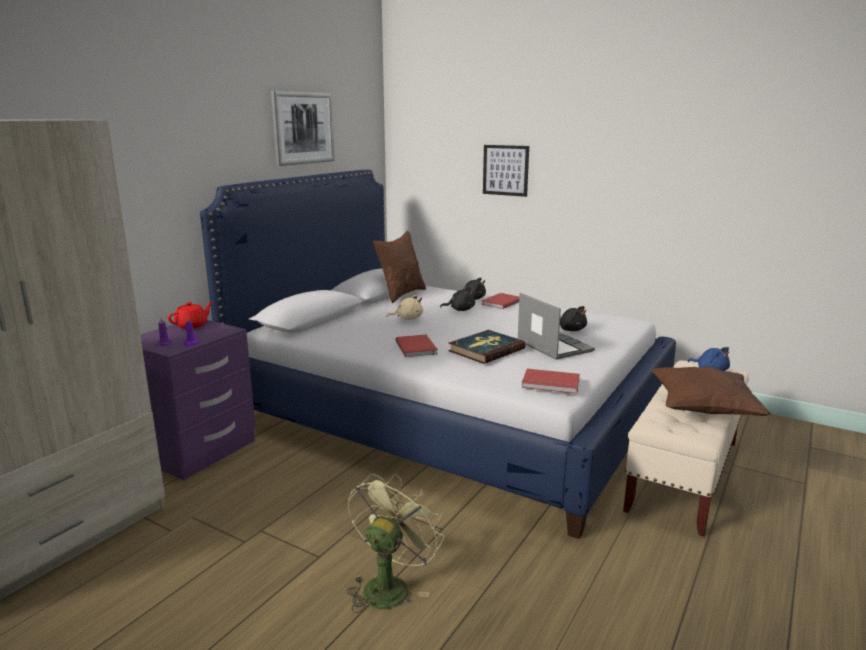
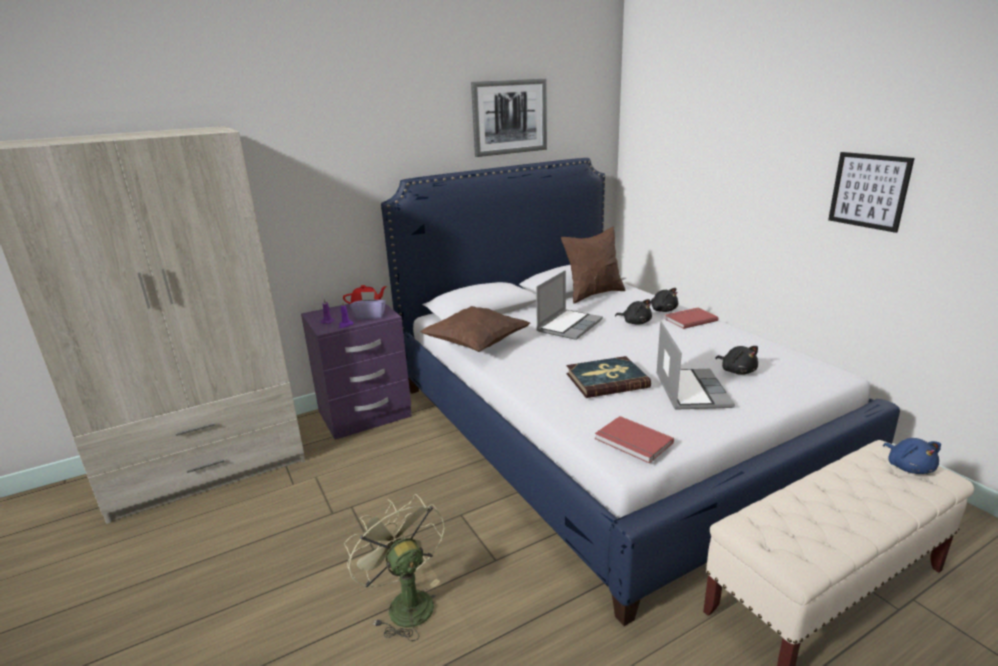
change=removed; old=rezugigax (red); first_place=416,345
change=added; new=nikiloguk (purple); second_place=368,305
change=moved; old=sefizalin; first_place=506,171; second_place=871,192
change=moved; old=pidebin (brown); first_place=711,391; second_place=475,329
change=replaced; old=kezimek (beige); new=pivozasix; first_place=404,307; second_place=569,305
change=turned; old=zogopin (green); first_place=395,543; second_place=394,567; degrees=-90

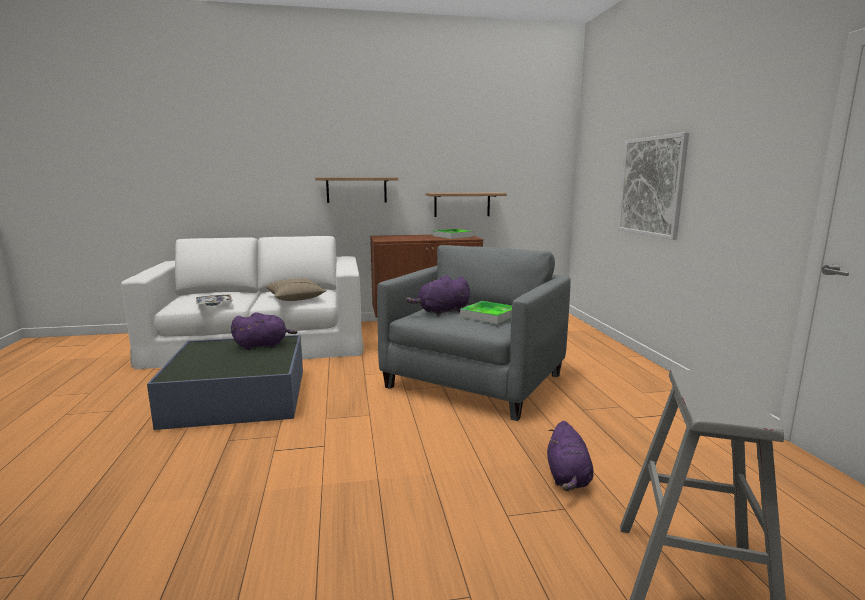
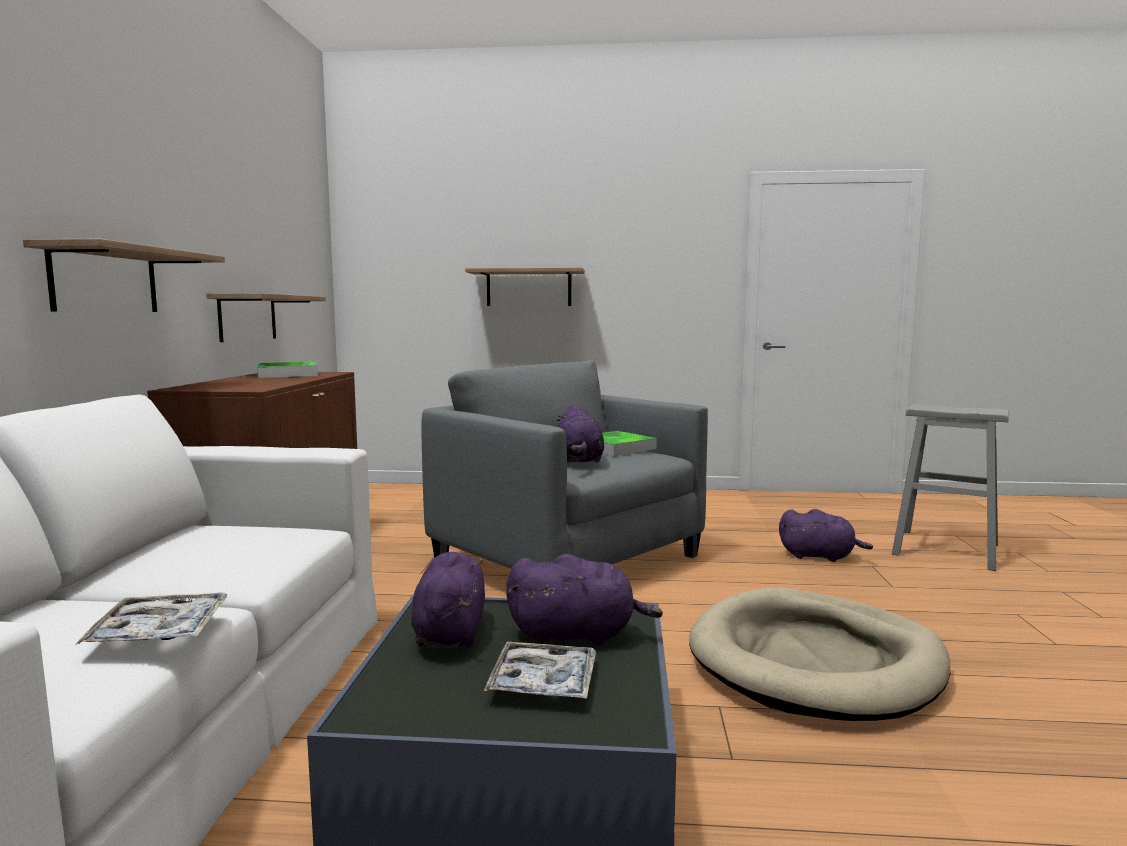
change=removed; old=pidebin (beige); first_place=295,289
change=added; new=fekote; second_place=540,670
change=added; new=kezimek (purple); second_place=584,599
change=added; new=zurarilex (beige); second_place=819,654
change=replaced; old=sefizalin; new=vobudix; first_place=653,186; second_place=525,286

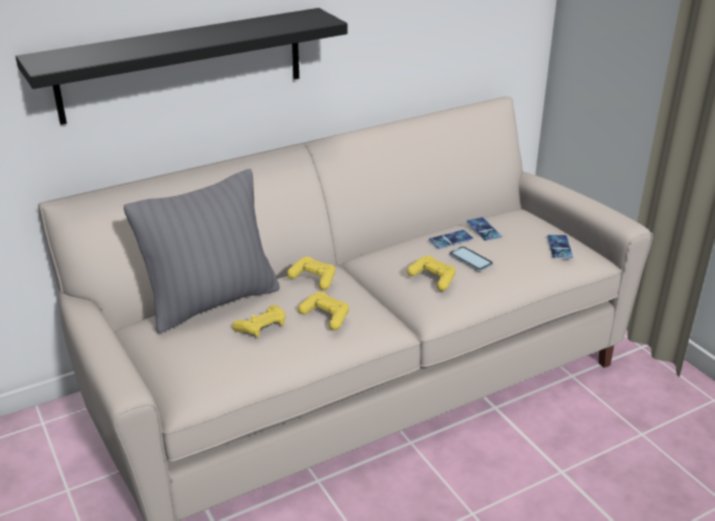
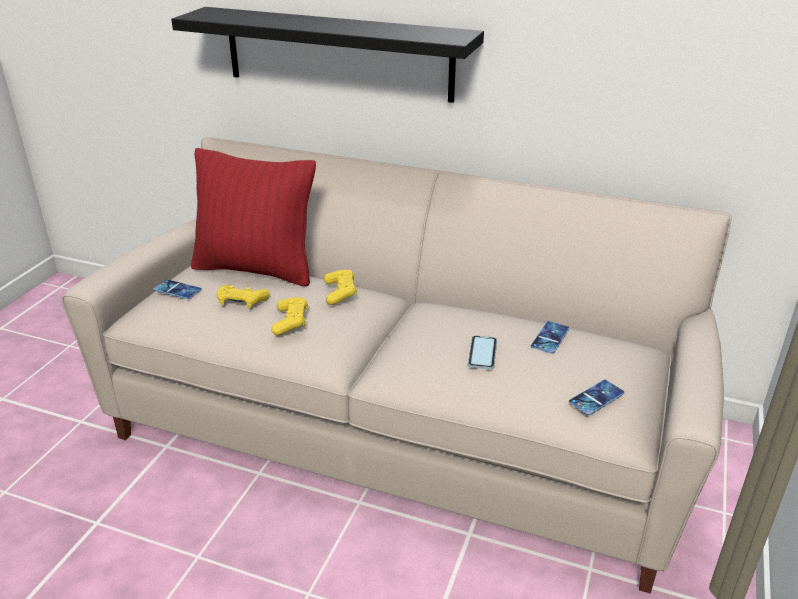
change=removed; old=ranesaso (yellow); first_place=431,273
change=moved; old=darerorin; first_place=451,239; second_place=177,289
change=recoloured; old=pidebin (grey); new=pidebin (red); first_place=202,251; second_place=253,217

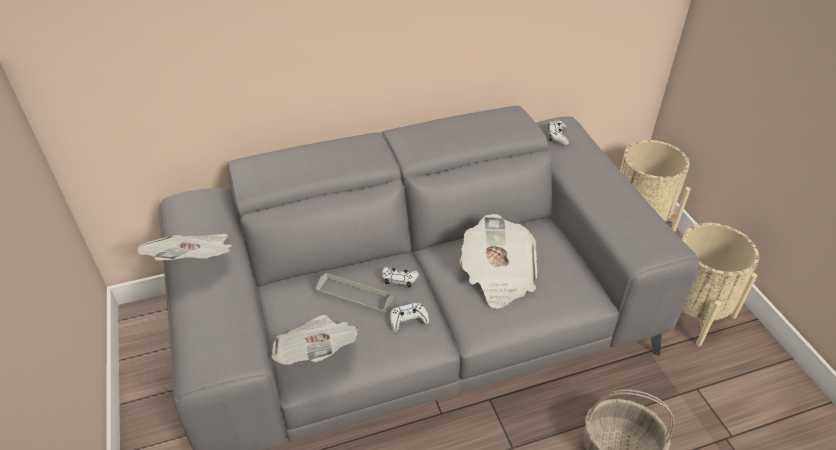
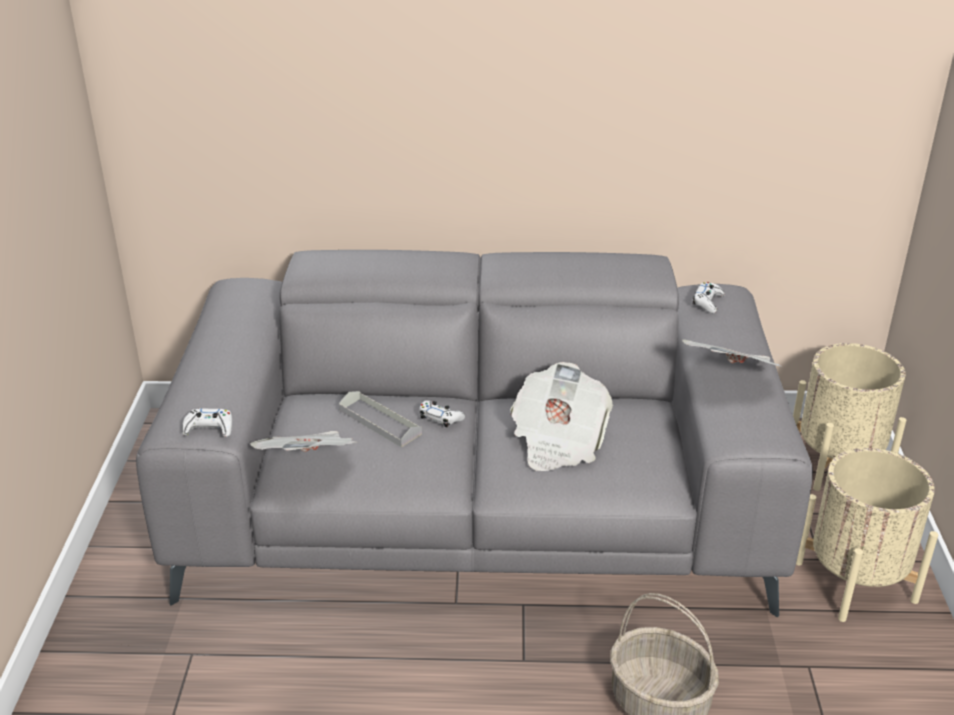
change=moved; old=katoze; first_place=184,246; second_place=733,353
change=moved; old=ranesaso (white); first_place=409,317; second_place=207,422

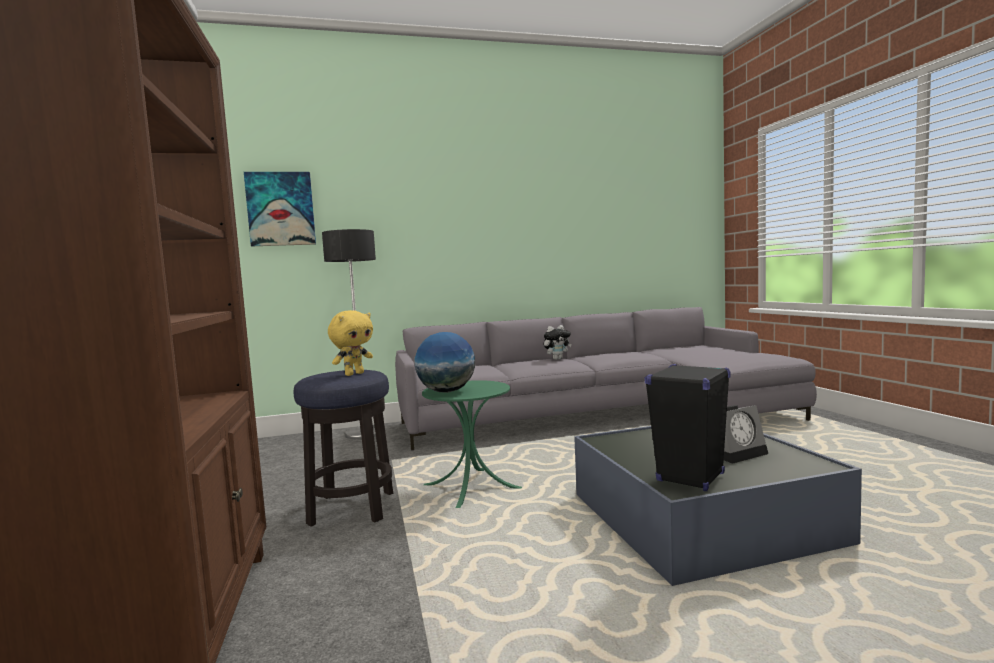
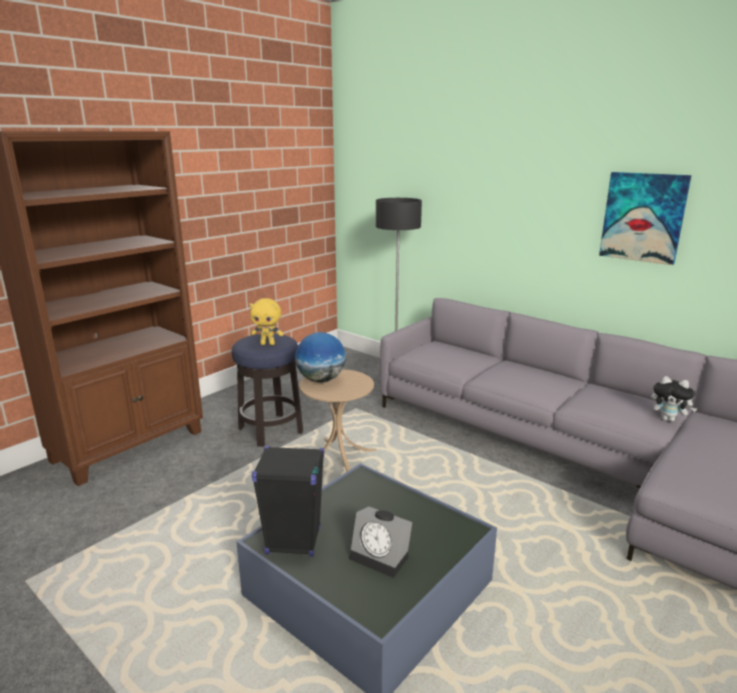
change=moved; old=sefizalin; first_place=280,209; second_place=645,218
change=moved; old=kezimek; first_place=557,342; second_place=674,399
change=recoloured; old=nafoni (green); new=nafoni (beige); first_place=472,444; second_place=338,420

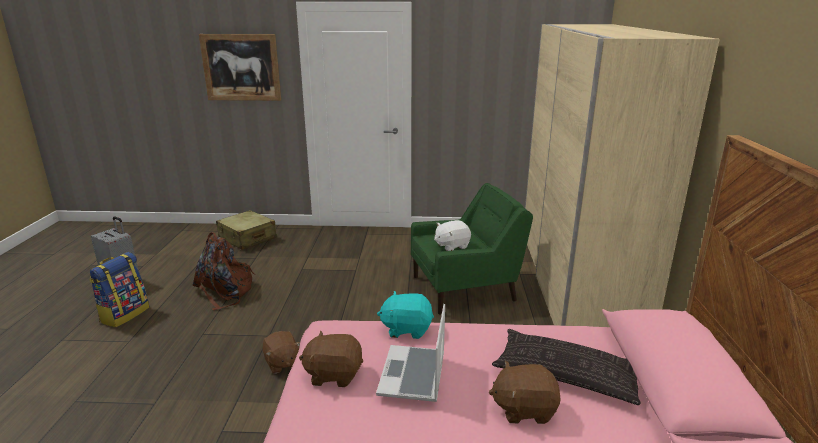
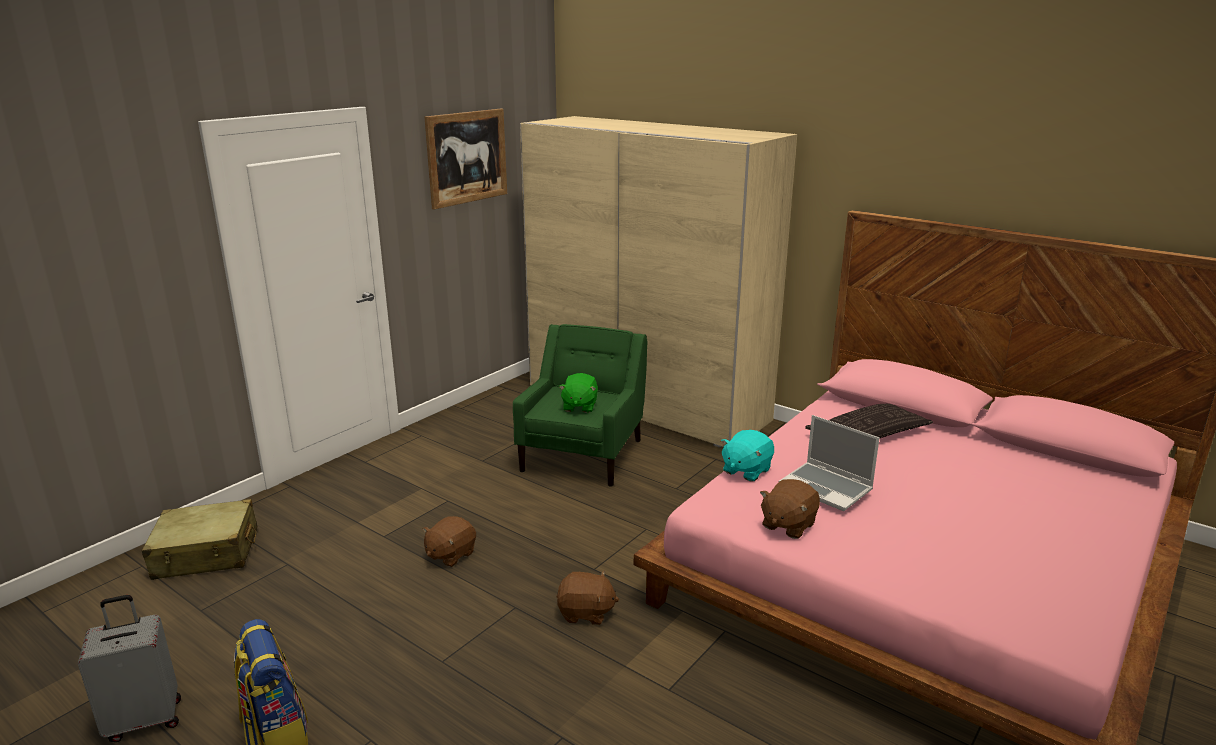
change=removed; old=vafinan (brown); first_place=224,271
change=moved; old=sefizalin; first_place=240,67; second_place=465,159
change=moved; old=kezimek (brown); first_place=524,392; second_place=449,541
change=recoloured; old=kezimek (white); new=kezimek (green); first_place=452,235; second_place=578,393

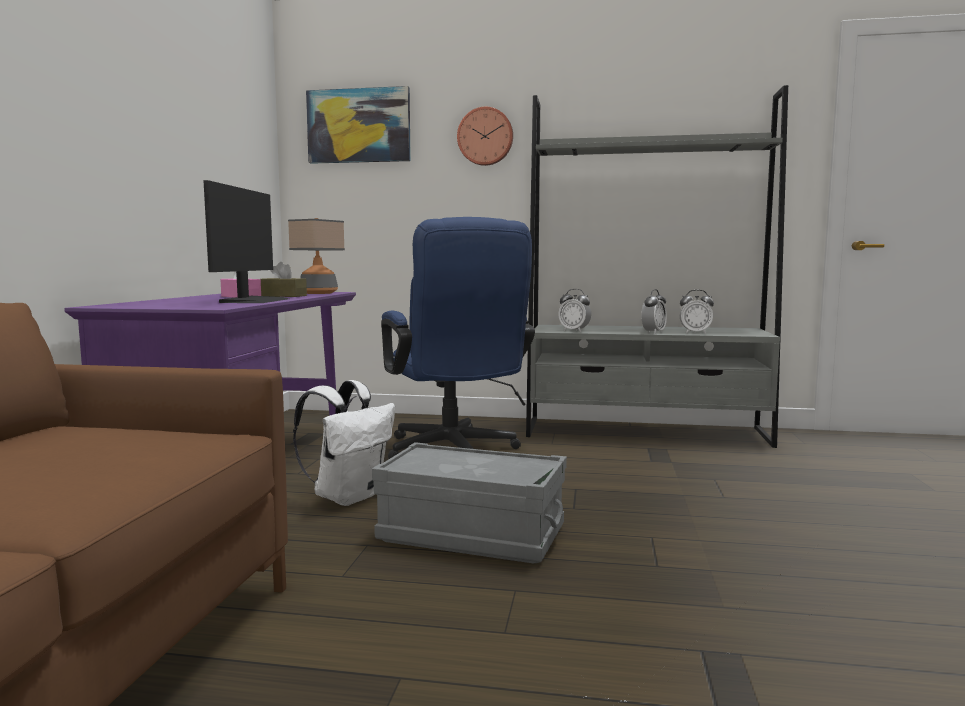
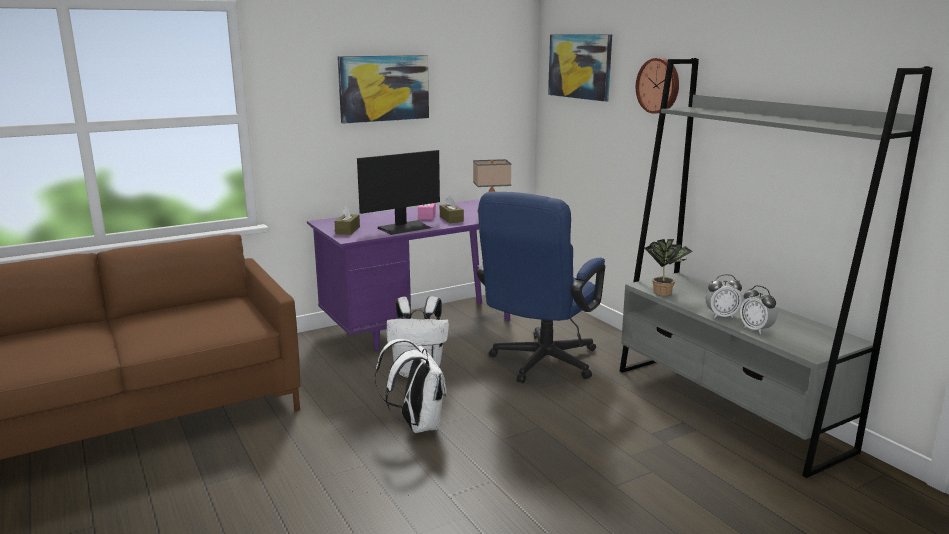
change=added; new=nikiloguk (brown); second_place=347,220
change=added; new=sefizalin; second_place=383,89
change=replaced; old=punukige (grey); new=vafinan (white); first_place=469,503; second_place=411,386
change=replaced; old=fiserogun; new=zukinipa; first_place=574,310; second_place=669,267

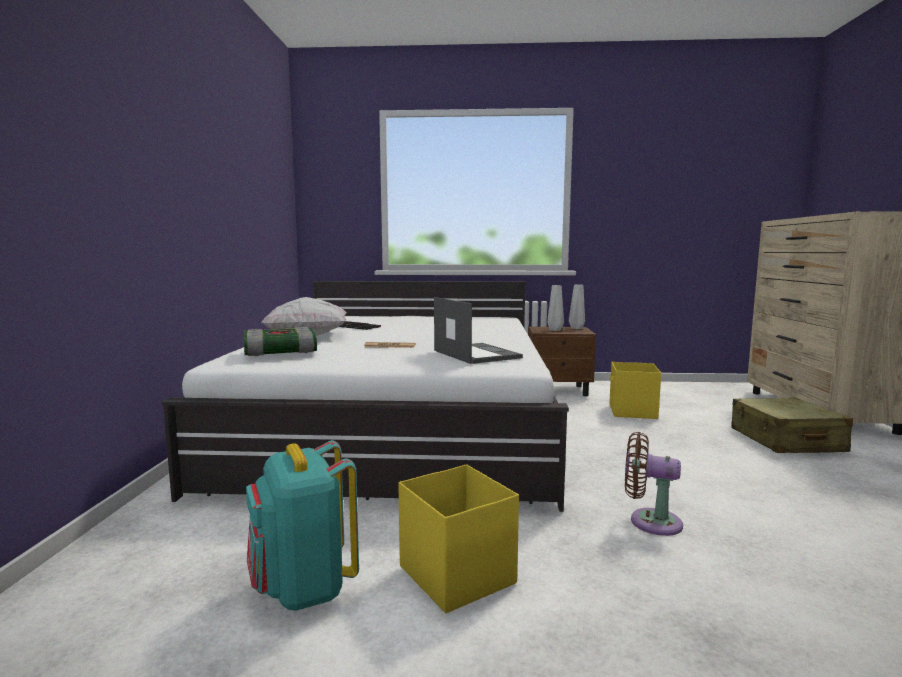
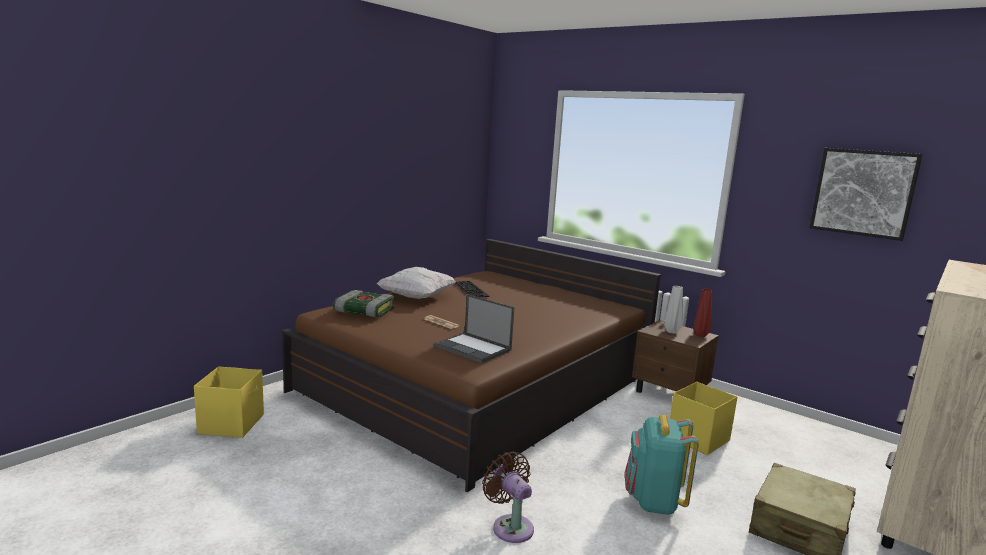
change=added; new=sefizalin; second_place=866,194
change=moved; old=vafinan (turquoise); first_place=302,525; second_place=662,465
change=moved; old=punukige (yellow); first_place=458,538; second_place=229,402
change=recoloured; old=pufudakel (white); new=pufudakel (brown); first_place=365,396; second_place=471,365
change=recoloured; old=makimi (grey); new=makimi (red); first_place=577,306; second_place=702,313
change=turned; old=pivozasix; first_place=478,330; second_place=474,328; degrees=120

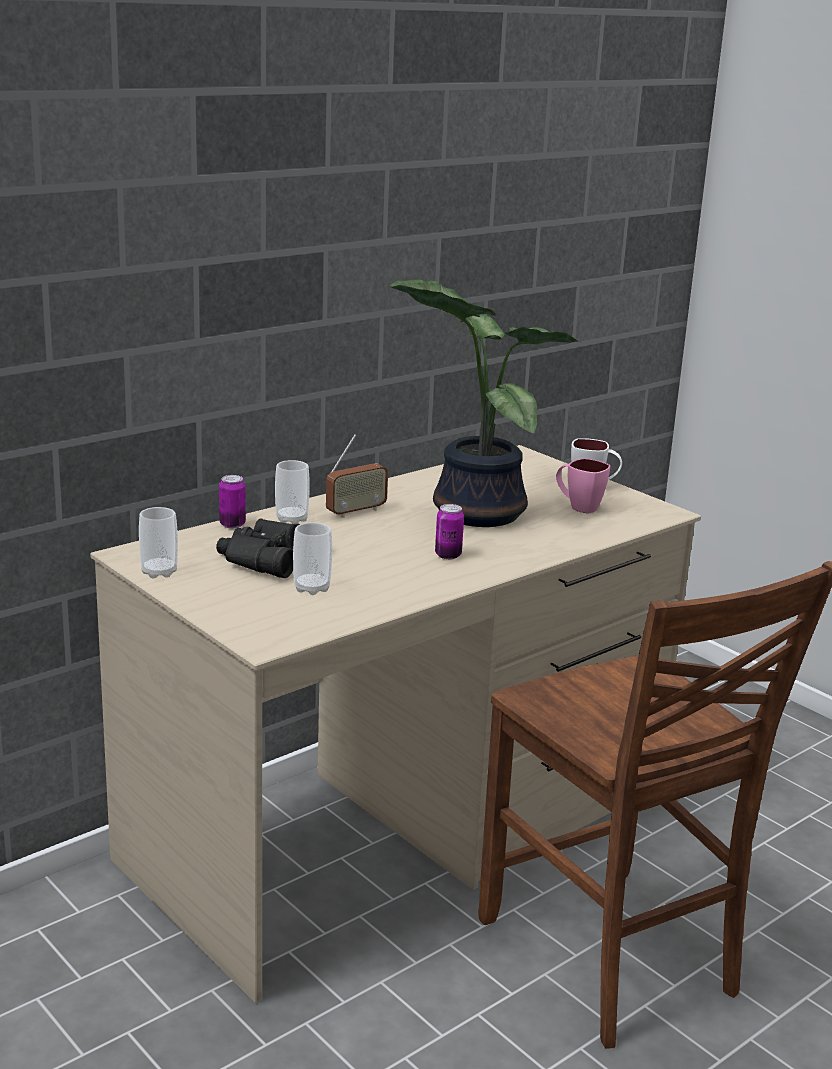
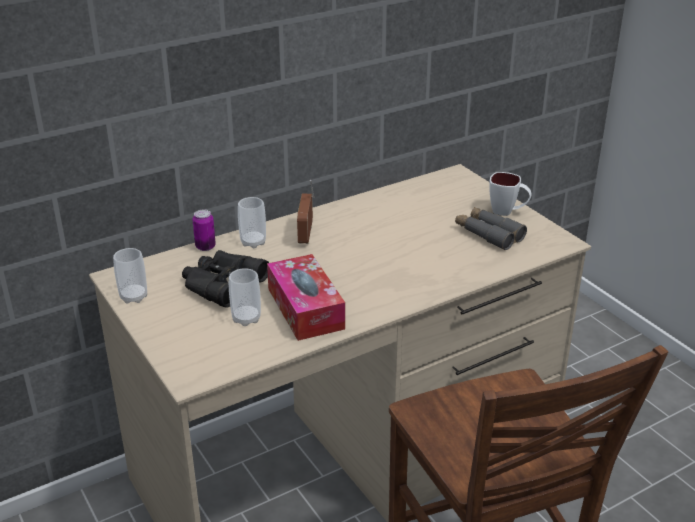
change=removed; old=zukinipa; first_place=484,403
change=removed; old=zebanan; first_place=449,531
change=added; new=nikiloguk; second_place=306,297
change=replaced; old=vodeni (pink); new=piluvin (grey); first_place=583,486; second_place=491,228
change=turned; old=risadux; first_place=357,476; second_place=305,212; degrees=120

